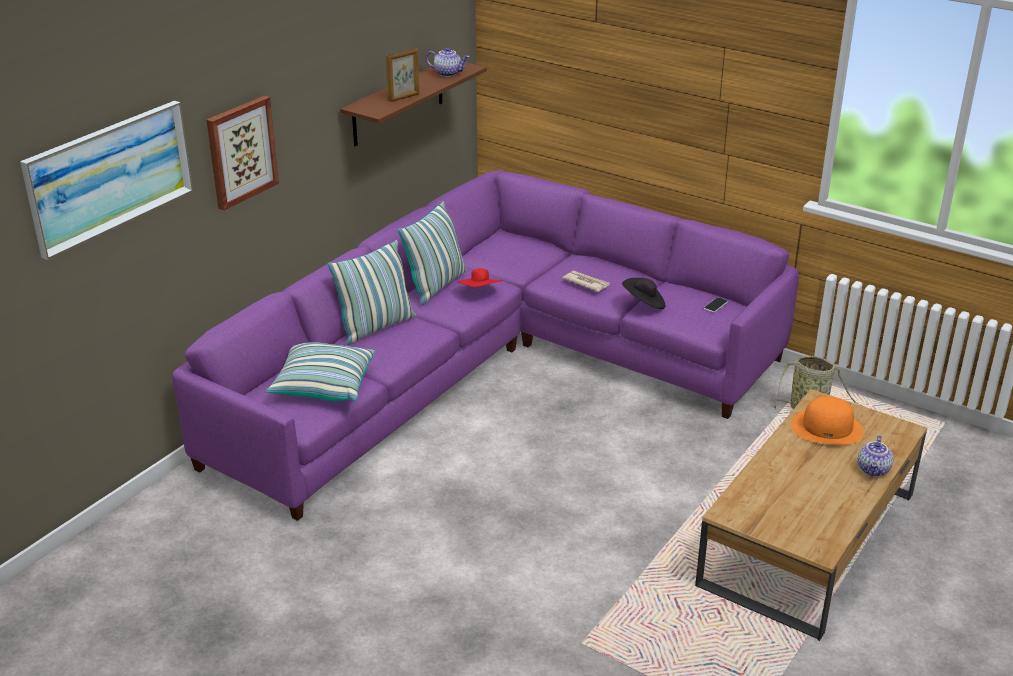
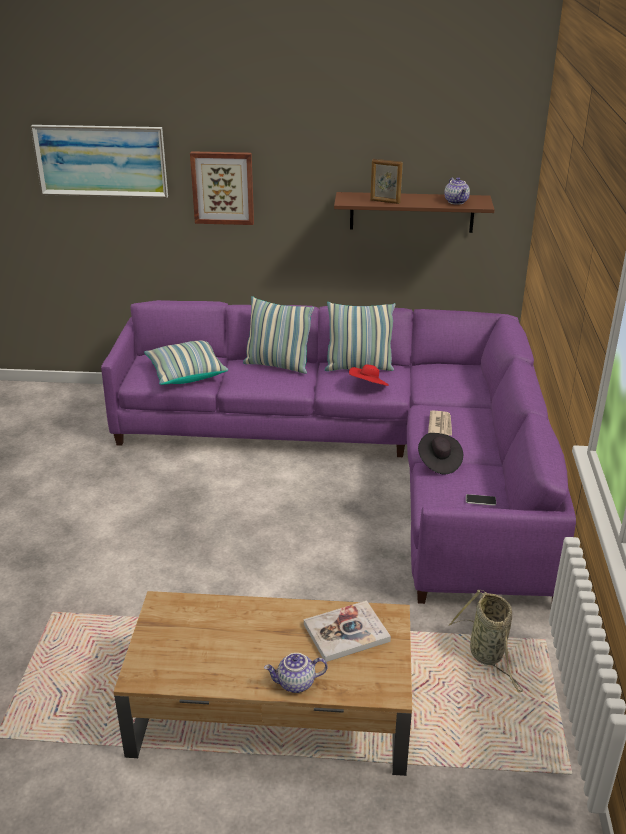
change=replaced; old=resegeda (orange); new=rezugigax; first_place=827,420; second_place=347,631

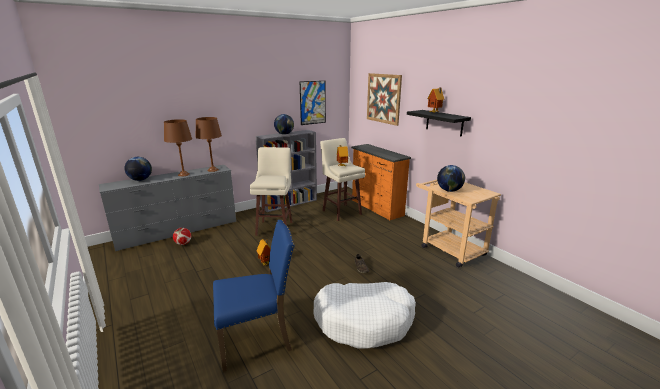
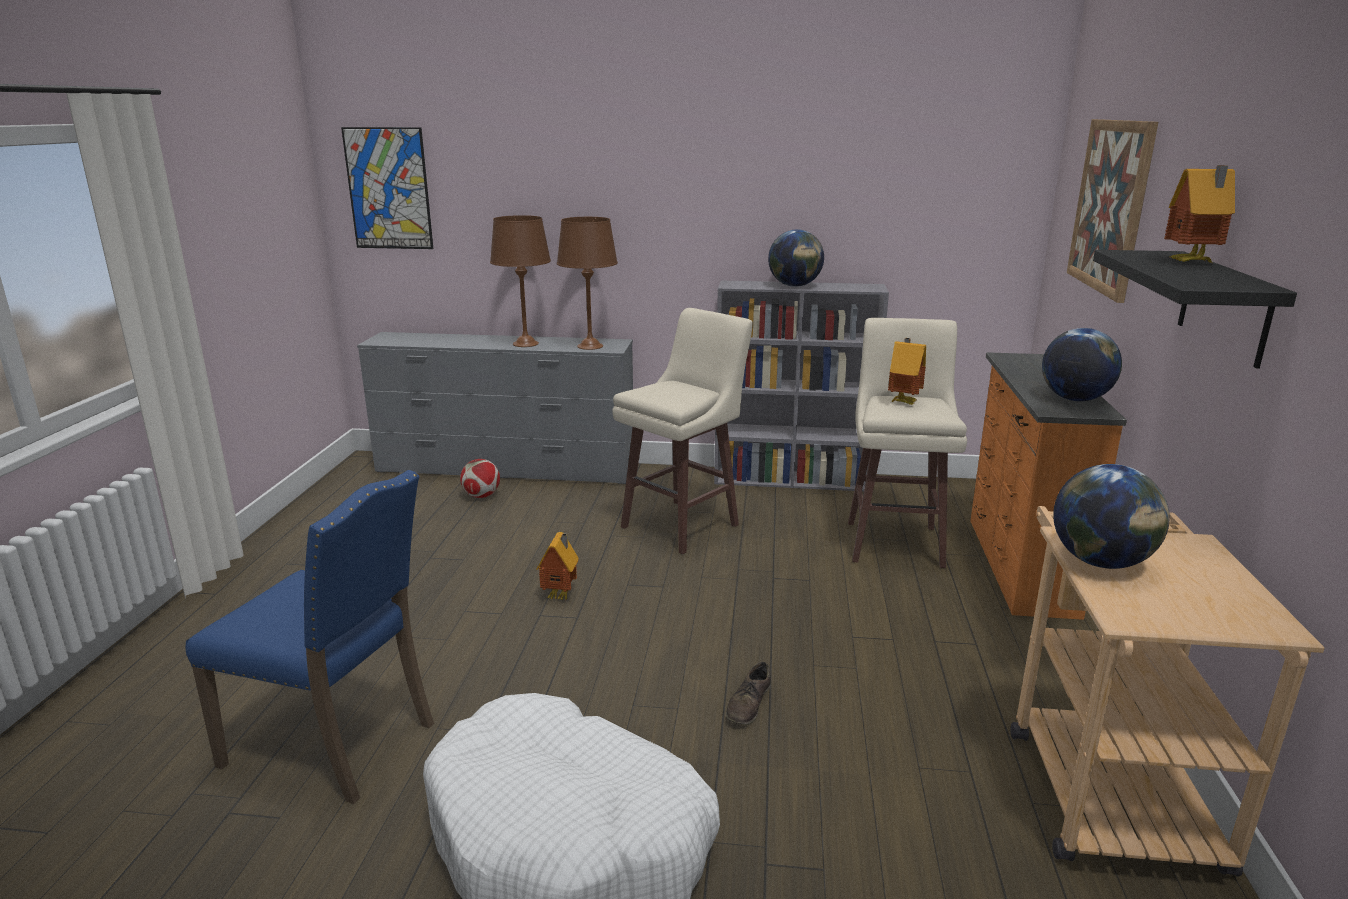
change=moved; old=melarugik; first_place=138,169; second_place=1082,364
change=moved; old=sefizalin; first_place=313,103; second_place=387,188

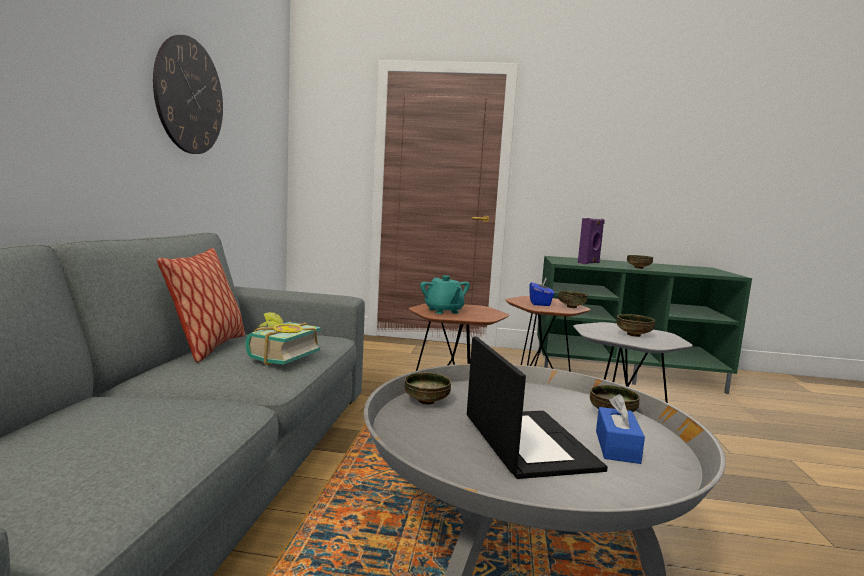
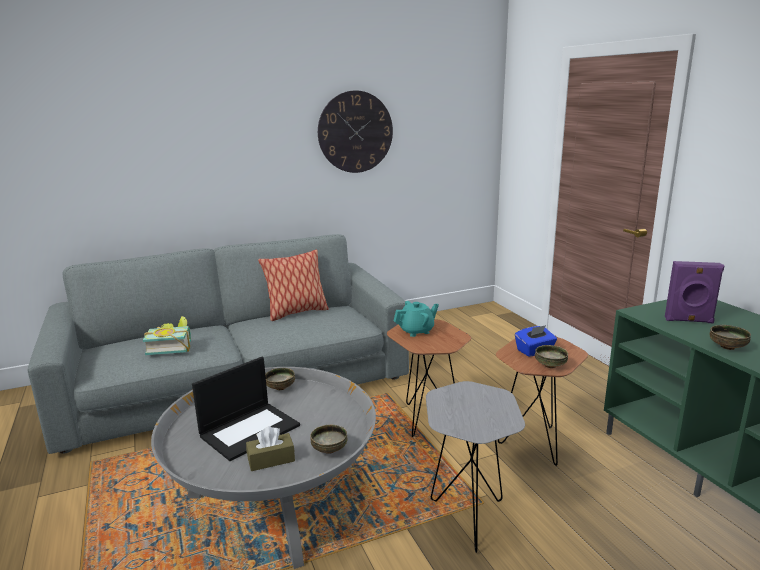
change=removed; old=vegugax; first_place=635,325
change=moved; old=rezugigax; first_place=283,338; second_place=167,335
change=recoloured; old=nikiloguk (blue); new=nikiloguk (brown); first_place=620,429; second_place=270,448
change=turned; old=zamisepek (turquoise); first_place=445,294; second_place=416,319; degrees=-150

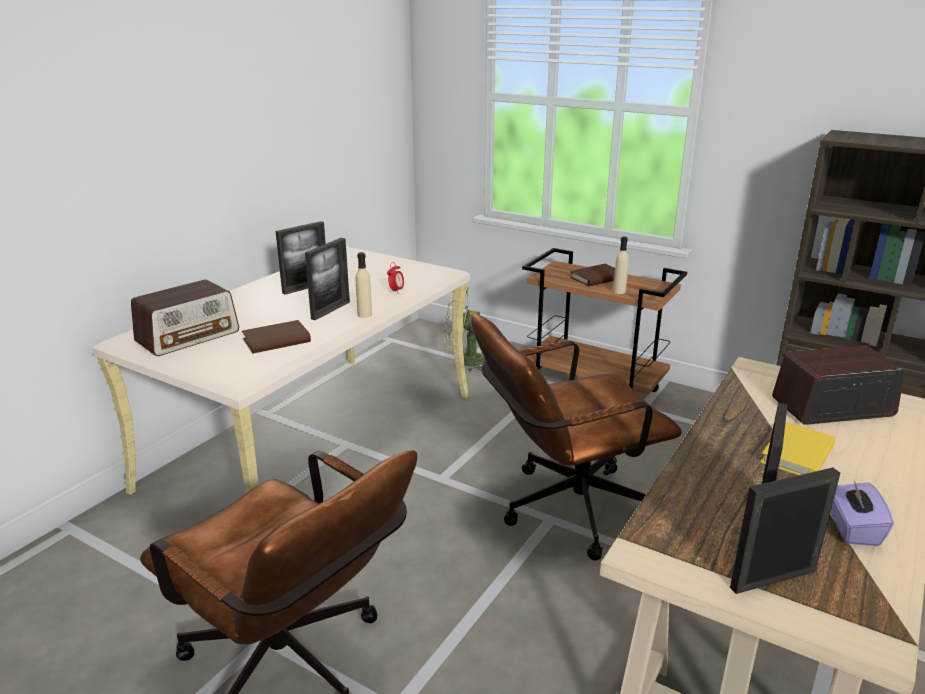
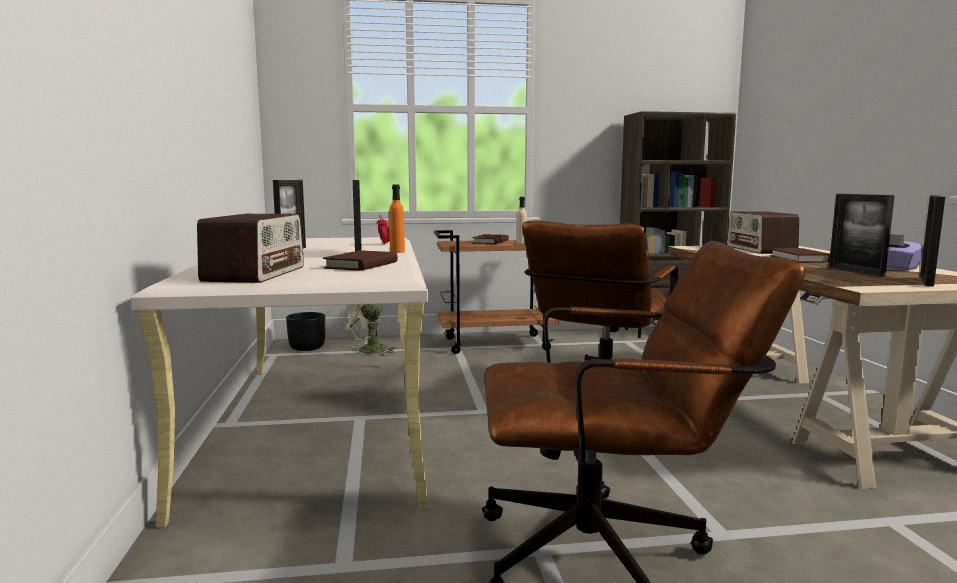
change=added; new=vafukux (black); second_place=305,331
change=recoloured; old=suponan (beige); new=suponan (orange); first_place=364,285; second_place=397,219
change=recoloured; old=rezugigax (yellow); new=rezugigax (brown); first_place=797,448; second_place=800,255
change=turned; old=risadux; first_place=838,385; second_place=763,232; degrees=-45

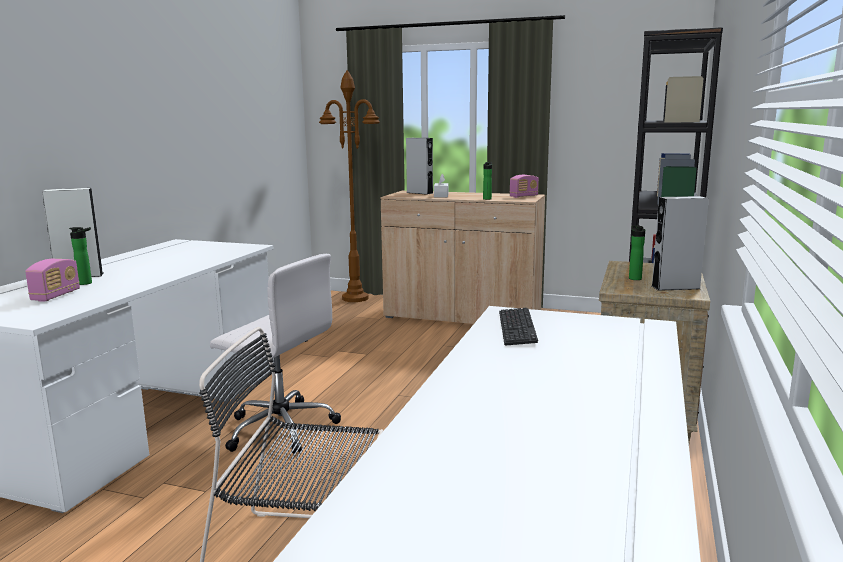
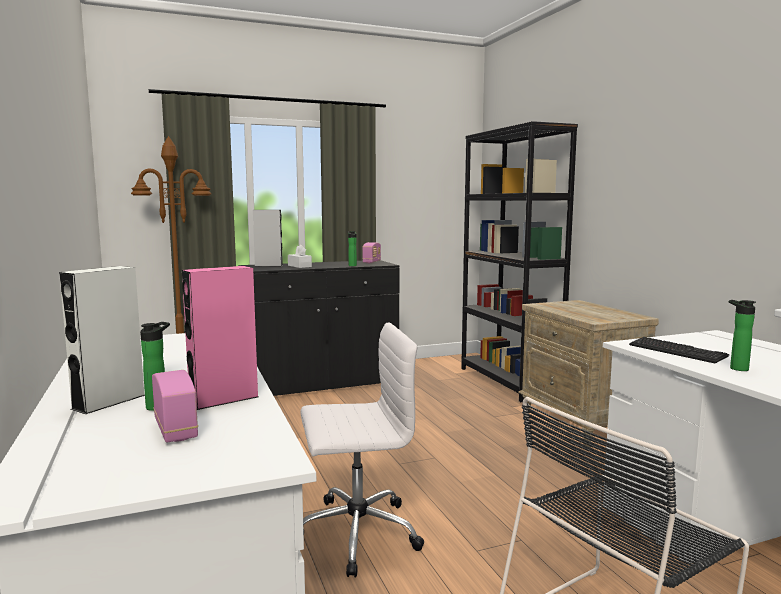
change=removed; old=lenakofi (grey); first_place=680,243
change=added; new=lenakofi (pink); second_place=220,338
change=moved; old=suponan; first_place=637,252; second_place=742,335
change=recoloured; old=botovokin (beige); new=botovokin (black); first_place=462,257; second_place=319,328

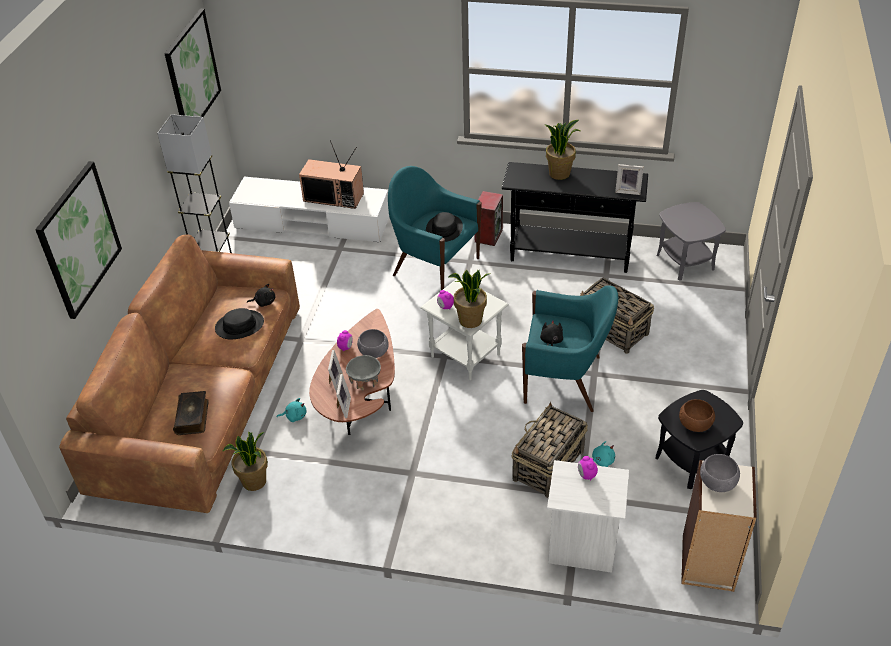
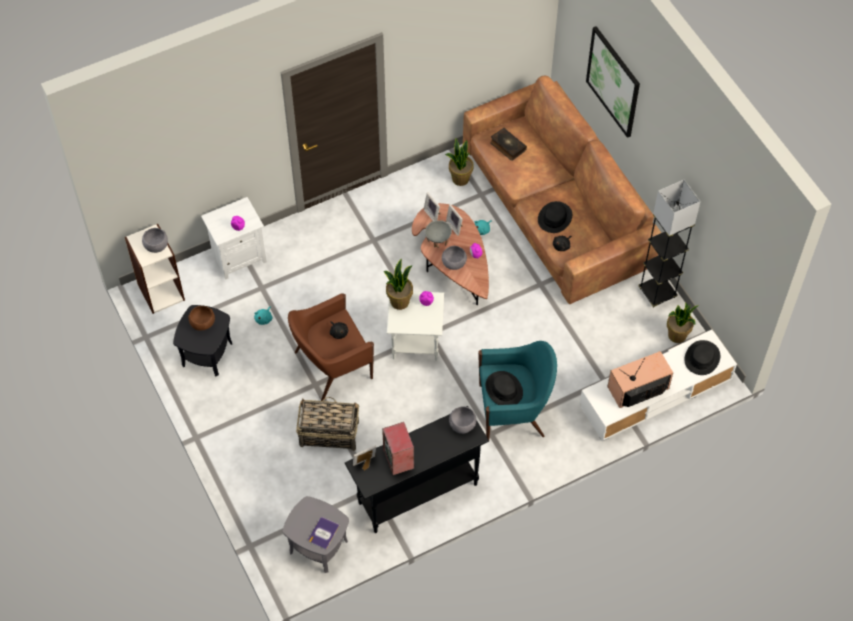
change=removed; old=sefizalin; first_place=192,63
change=removed; old=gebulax; first_place=550,450
change=added; new=rezugigax; second_place=324,533
change=added; new=vegugax (grey); second_place=462,420
change=added; new=resegeda (black); second_place=702,357
change=moved; old=lenakofi; first_place=489,218; second_place=398,448
change=moved; old=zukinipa; first_place=562,150; second_place=683,322
change=recoloured; old=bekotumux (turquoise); new=bekotumux (brown); first_place=570,348; second_place=331,347

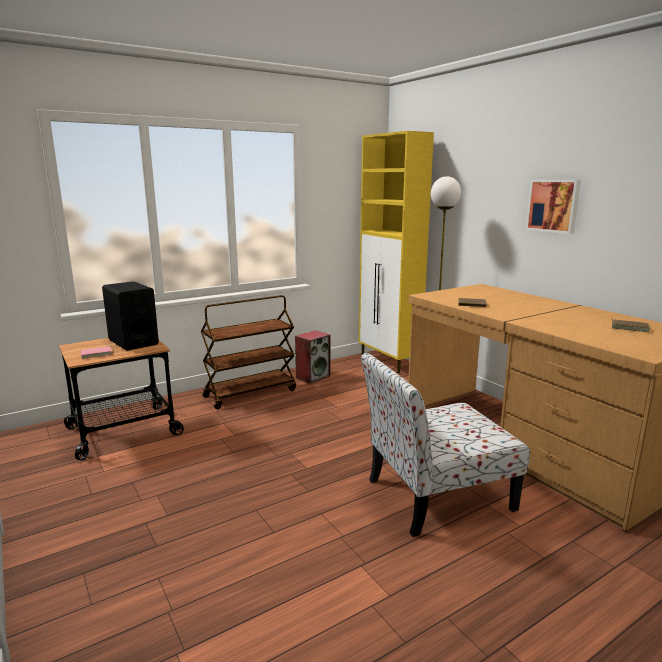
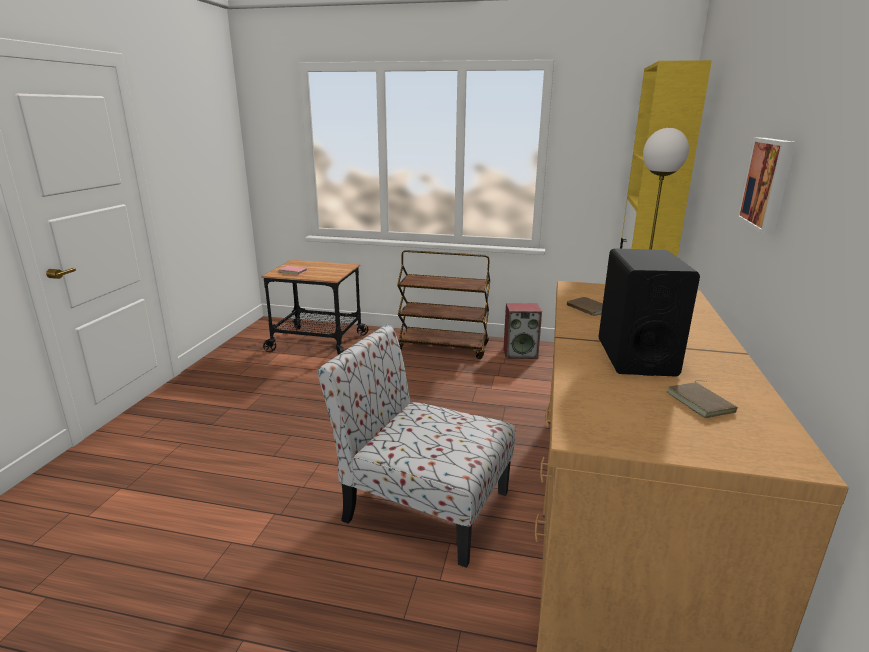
change=moved; old=lenakofi (black); first_place=130,316; second_place=649,312

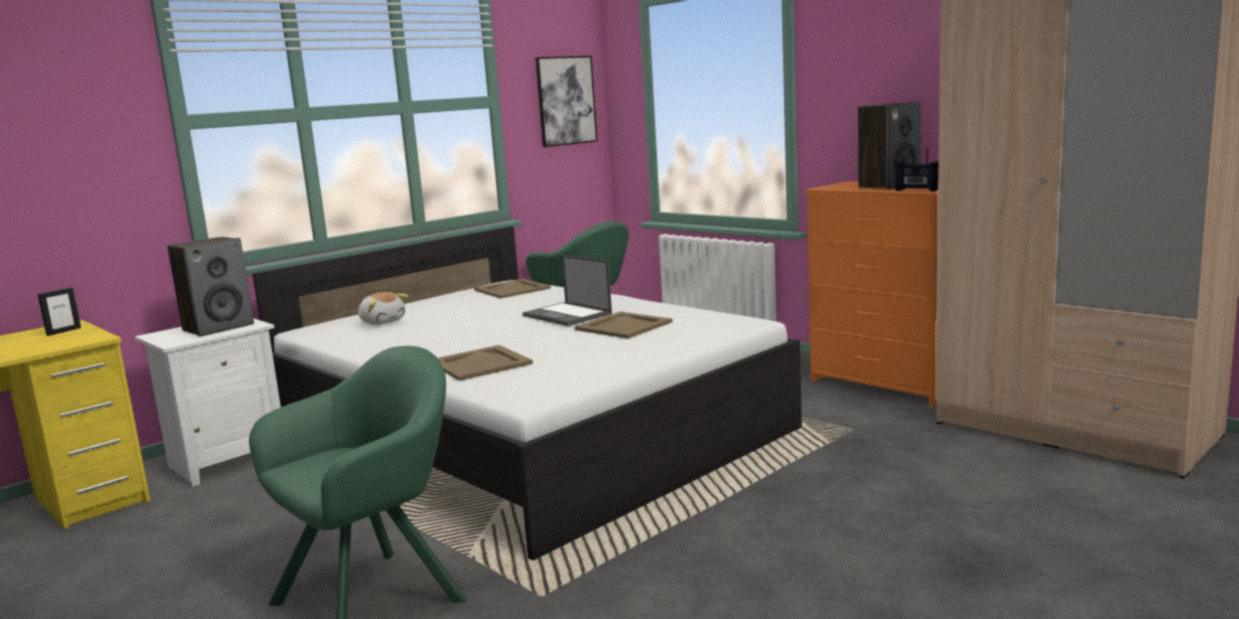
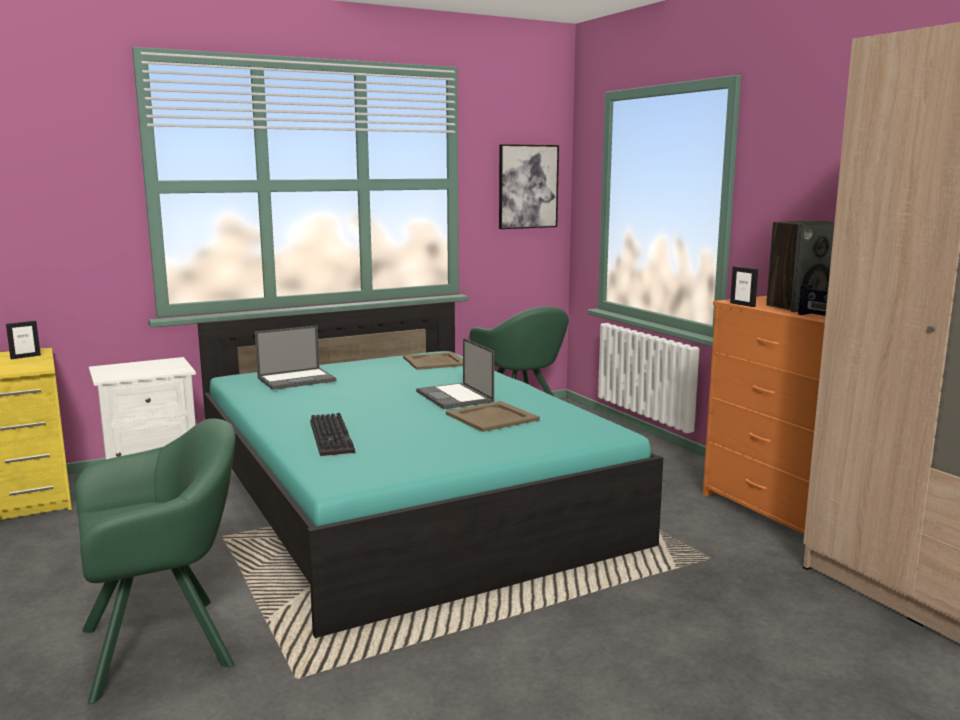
change=removed; old=lenakofi; first_place=210,287
change=added; new=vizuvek; second_place=744,286
change=replaced; old=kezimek; new=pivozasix; first_place=383,308; second_place=295,358
change=replaced; old=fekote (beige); new=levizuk; first_place=485,363; second_place=332,434
change=recoloured; old=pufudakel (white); new=pufudakel (turquoise); first_place=527,393; second_place=430,469

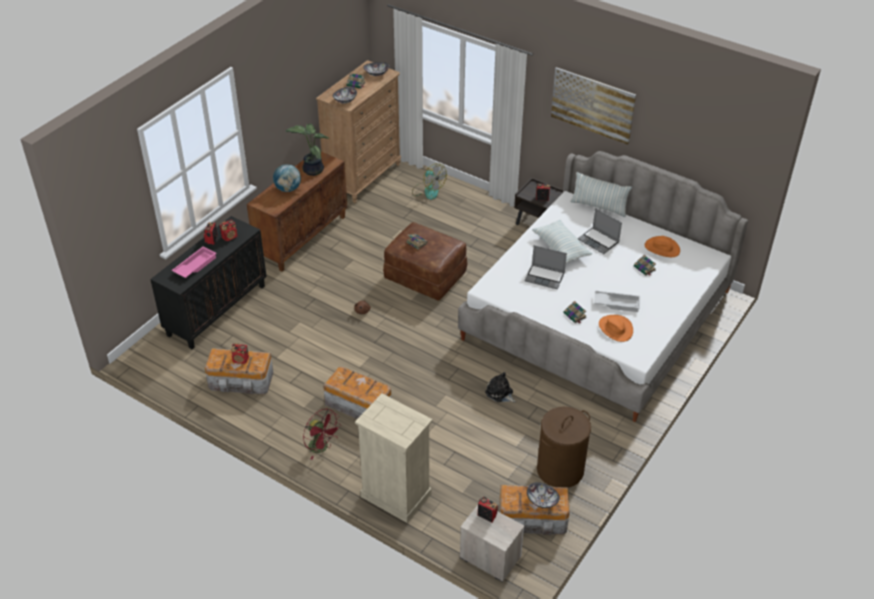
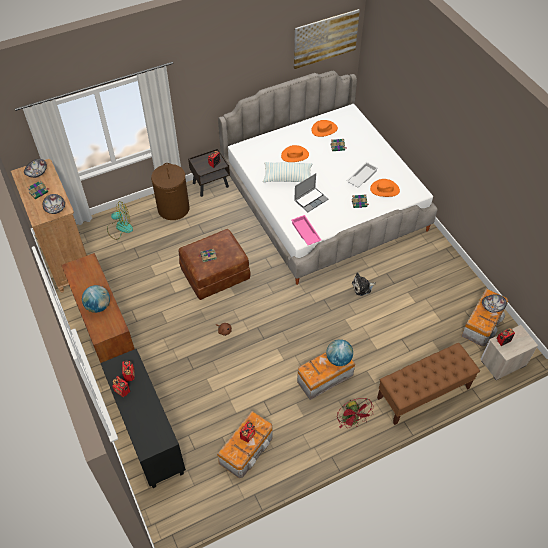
change=removed; old=zukinipa; first_place=307,149
change=removed; old=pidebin; first_place=601,194
change=added; new=melarugik; second_place=339,352
change=moved; old=fekote (pink); first_place=194,262; second_place=306,230
change=moved; old=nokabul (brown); first_place=564,447; second_place=170,191
change=moved; old=sefizalin; first_place=593,106; second_place=327,39
change=replaced; old=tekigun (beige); new=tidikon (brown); first_place=394,458; second_place=428,384
change=replaced; old=pivozasix; new=resegeda (orange); first_place=600,231; second_place=295,153
change=turned; old=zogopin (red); first_place=321,434; second_place=355,413; degrees=90

